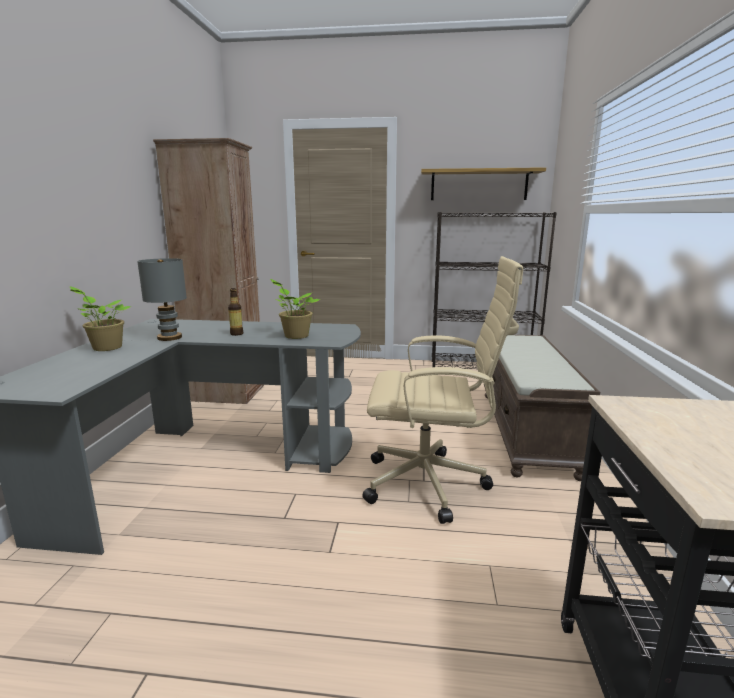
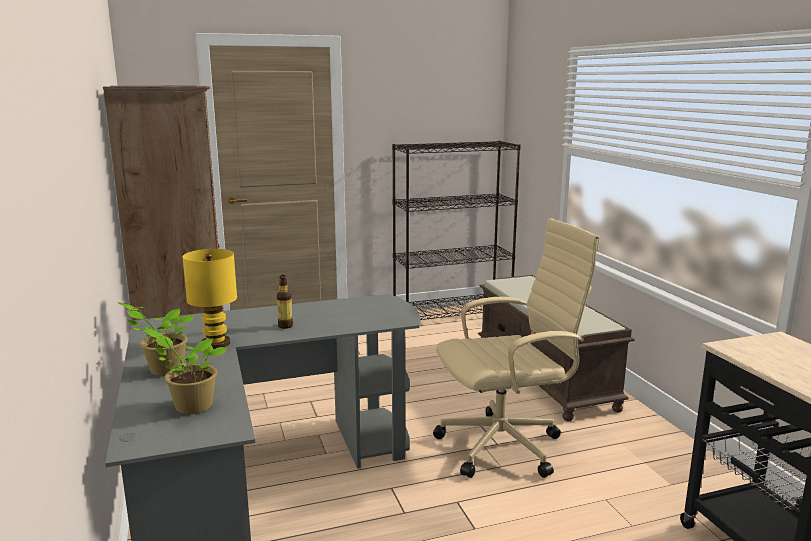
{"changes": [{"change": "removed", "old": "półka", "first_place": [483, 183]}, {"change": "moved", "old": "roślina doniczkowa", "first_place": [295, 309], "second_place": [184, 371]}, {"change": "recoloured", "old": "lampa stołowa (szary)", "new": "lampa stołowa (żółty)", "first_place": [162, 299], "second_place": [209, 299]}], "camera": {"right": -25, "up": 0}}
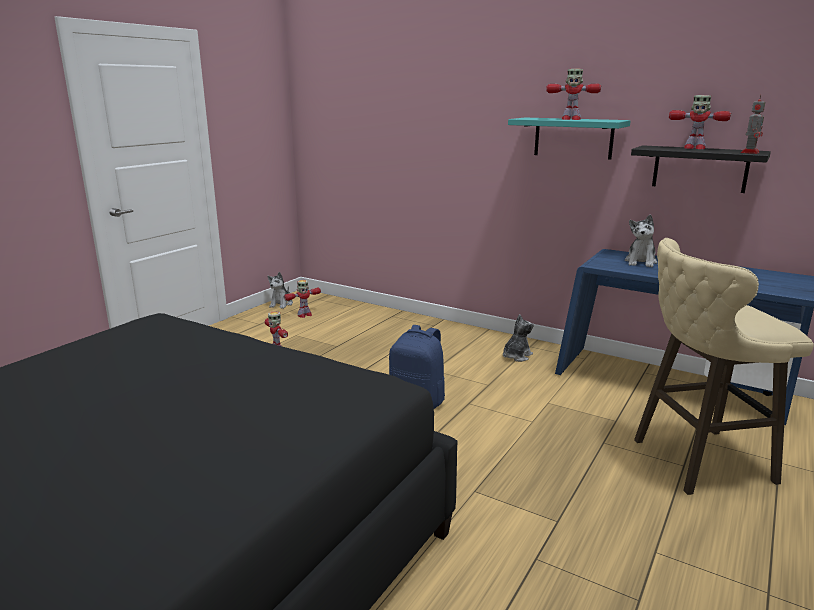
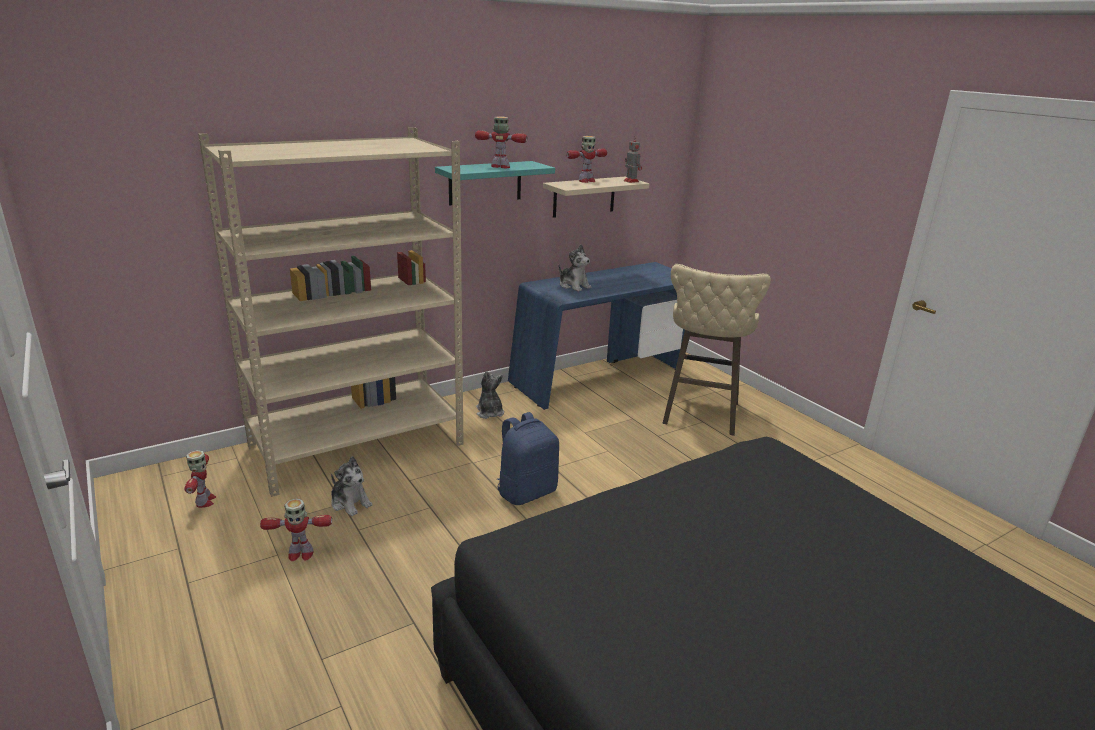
{"changes": [{"change": "added", "new": "regał (beżowy)", "second_place": [331, 312]}, {"change": "moved", "old": "pluszak", "first_place": [280, 290], "second_place": [351, 486]}, {"change": "recoloured", "old": "półka (czarny)", "new": "półka (beżowy)", "first_place": [701, 169], "second_place": [596, 197]}, {"change": "turned", "old": "robot zabawkowy", "first_place": [573, 94], "second_place": [501, 142], "degrees": -120}], "camera": {"right": -65, "up": 5}}
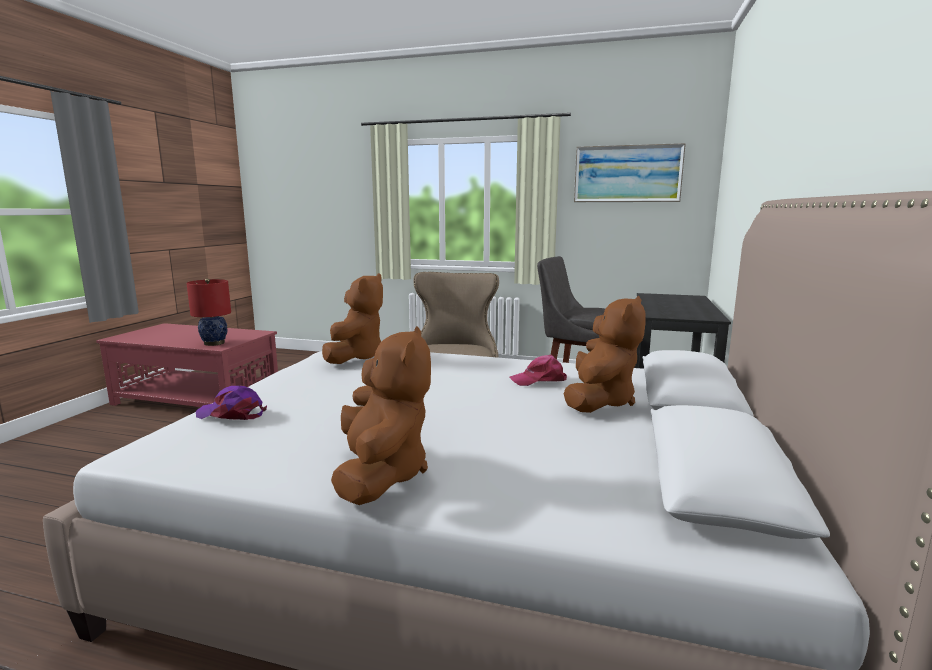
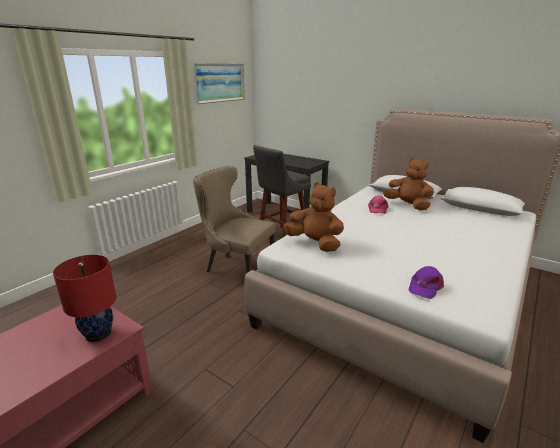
{"changes": [{"change": "removed", "old": "pluszak (brązowy)", "first_place": [381, 415]}], "camera": {"right": -70, "up": 10}}
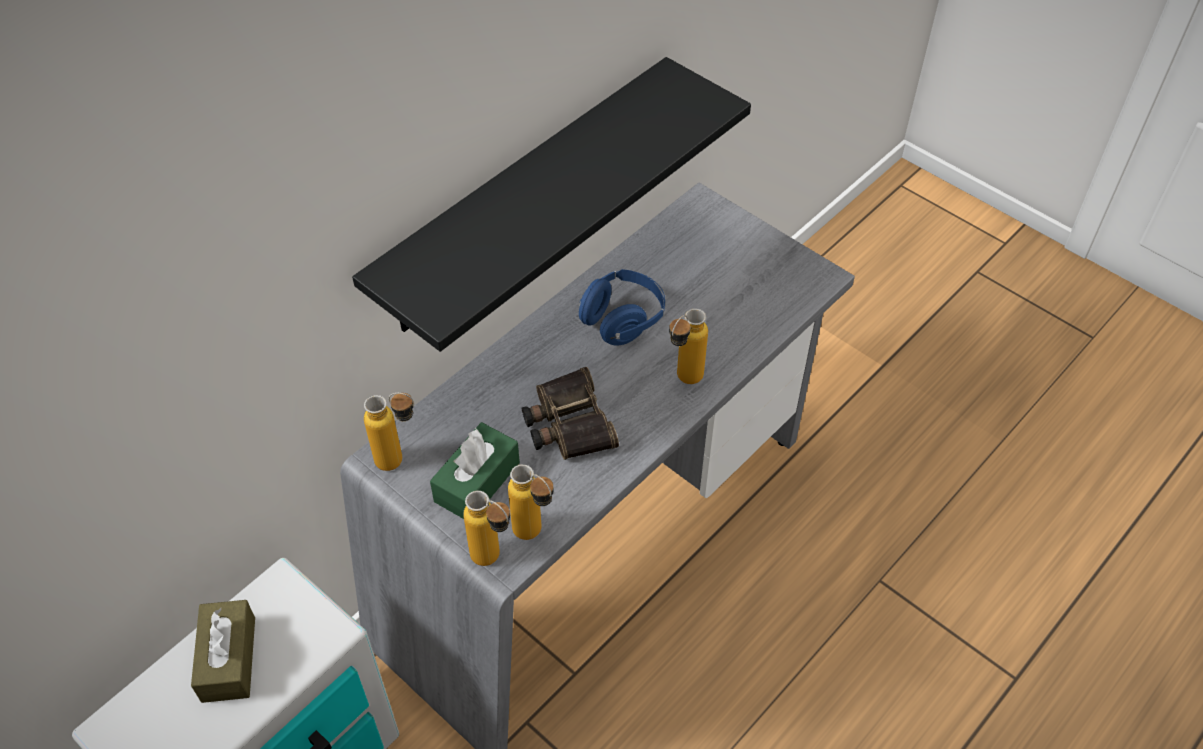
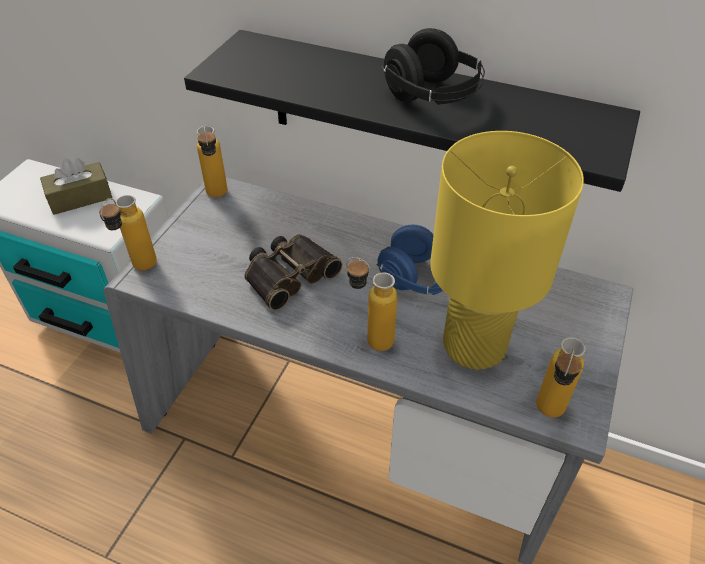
{"changes": [{"change": "removed", "old": "pudełko chusteczek (zielony)", "first_place": [475, 470]}, {"change": "added", "new": "słuchawki (czarny)", "second_place": [433, 66]}, {"change": "added", "new": "lampa stołowa (żółty)", "second_place": [507, 250]}, {"change": "moved", "old": "butelka", "first_place": [531, 502], "second_place": [561, 377]}], "camera": {"right": 70, "up": -5}}
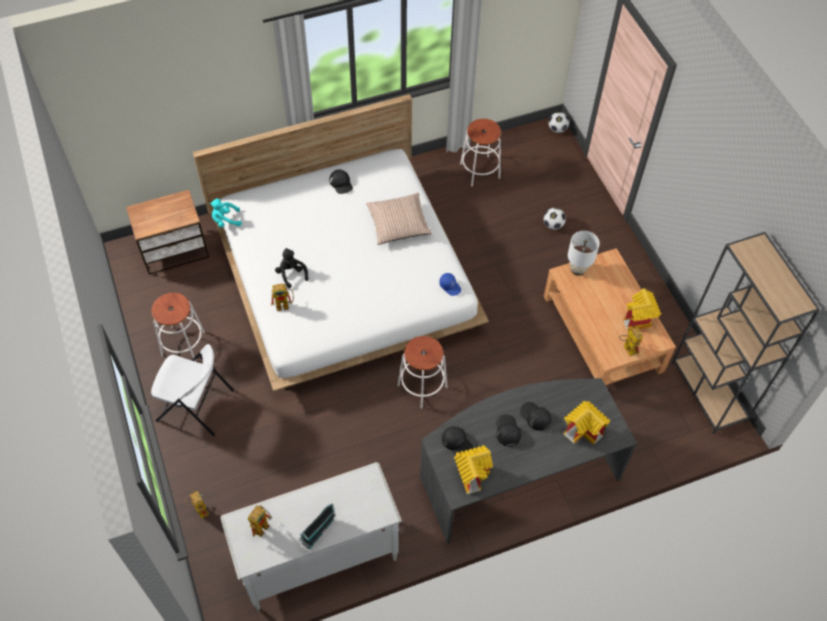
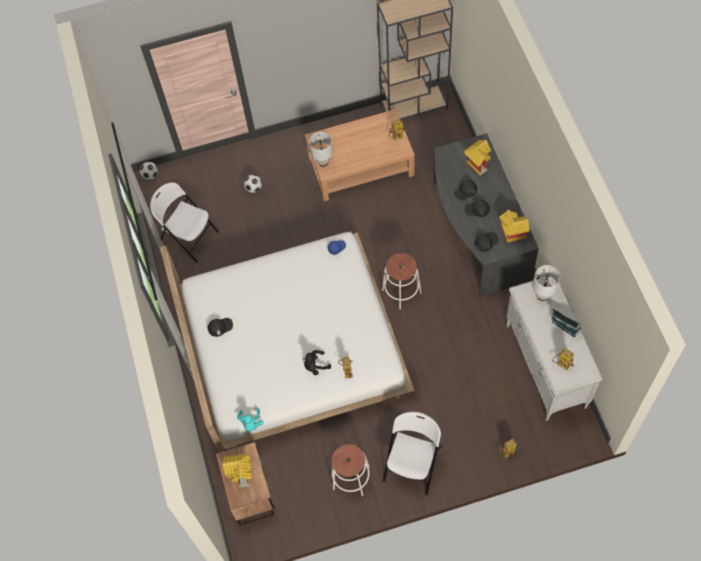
{"changes": [{"change": "removed", "old": "poduszka", "first_place": [399, 219]}, {"change": "added", "new": "lampa stołowa (biały)", "second_place": [546, 283]}, {"change": "moved", "old": "domek", "first_place": [642, 309], "second_place": [237, 471]}, {"change": "replaced", "old": "stołek (biały)", "new": "krzesło (biały)", "first_place": [480, 152], "second_place": [184, 222]}], "camera": {"right": -80, "up": 5}}
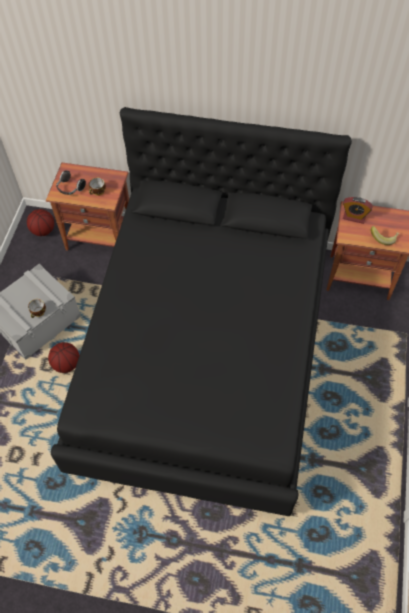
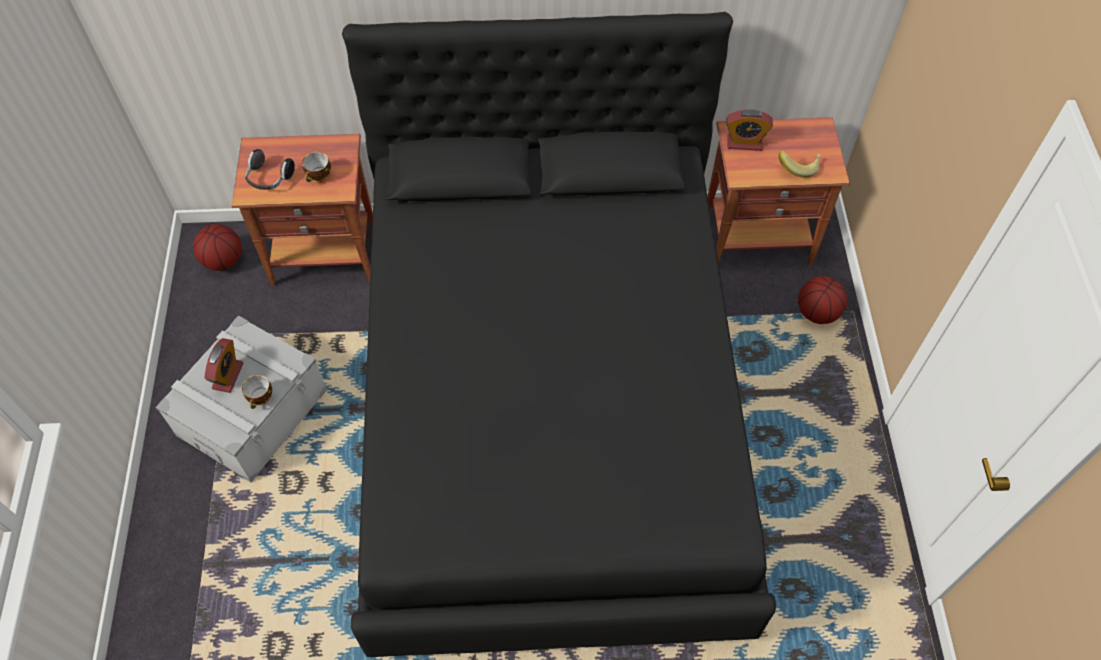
{"changes": [{"change": "added", "new": "budzik", "second_place": [223, 365]}, {"change": "moved", "old": "piłka do koszykówki", "first_place": [63, 357], "second_place": [822, 300]}], "camera": {"right": -15, "up": 0}}
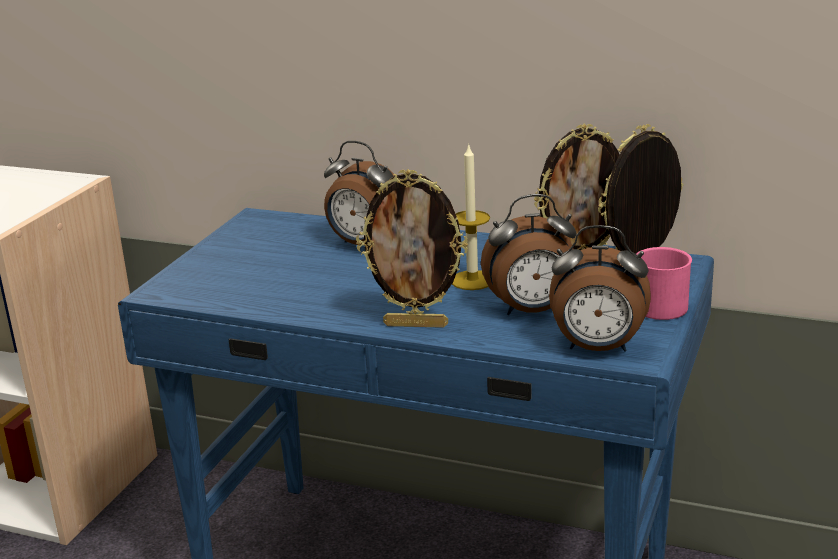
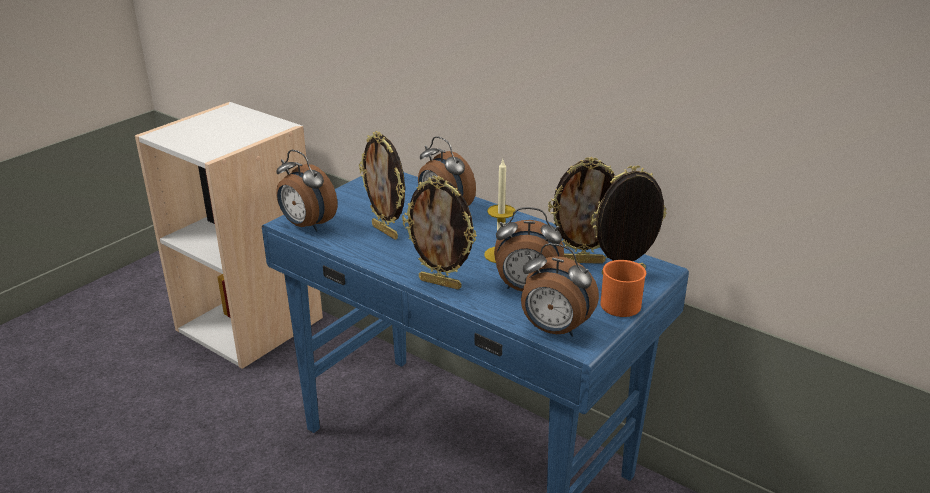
{"changes": [{"change": "added", "new": "budzik", "second_place": [307, 191]}, {"change": "added", "new": "ramka na zdjęcie", "second_place": [382, 185]}, {"change": "recoloured", "old": "kubek (różowy)", "new": "kubek (pomarańczowy)", "first_place": [664, 283], "second_place": [623, 288]}], "camera": {"right": 15, "up": 5}}
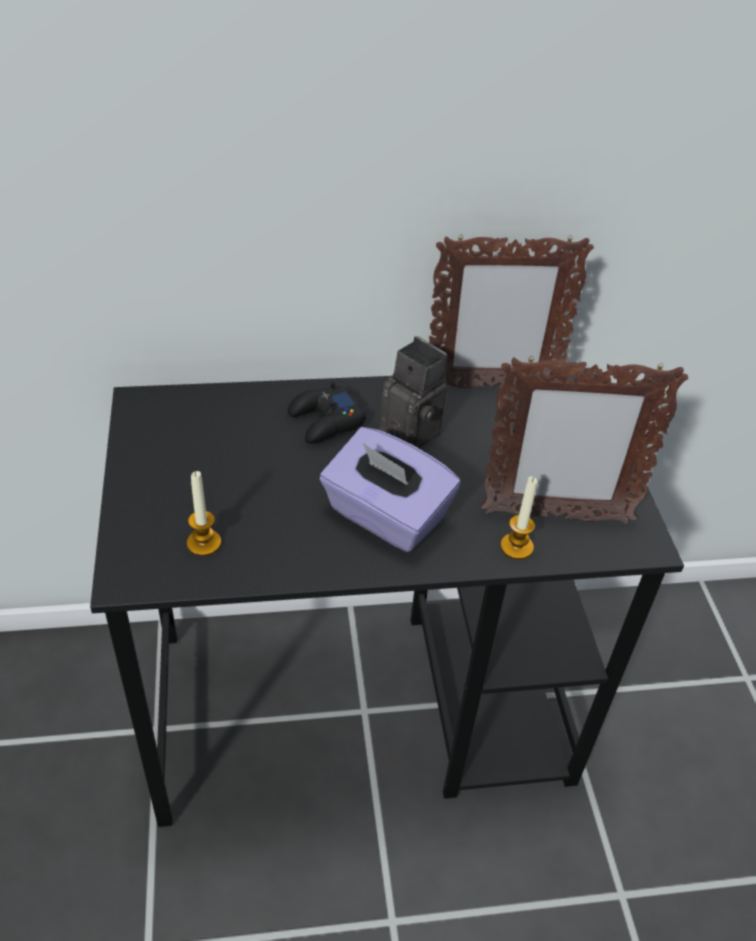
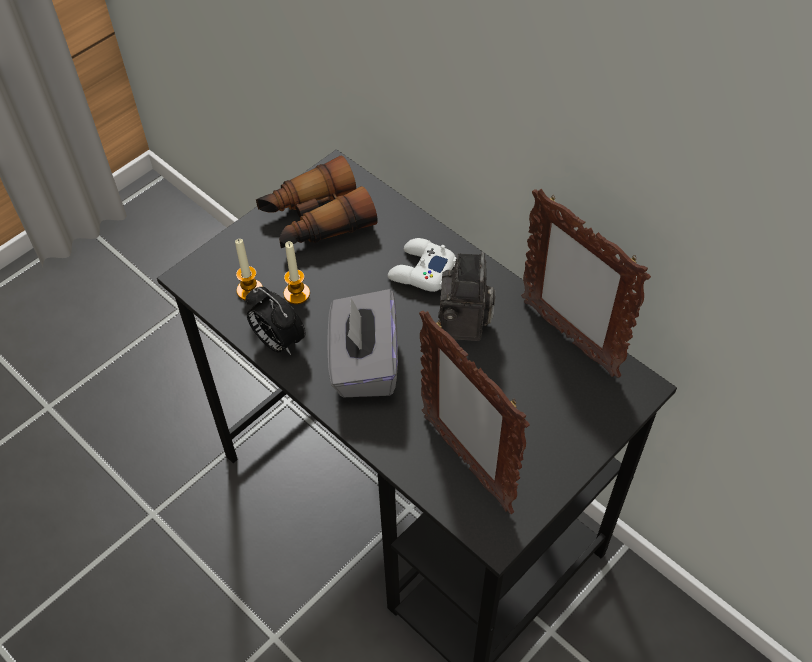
{"changes": [{"change": "added", "new": "budzik", "second_place": [276, 321]}, {"change": "added", "new": "lornetka", "second_place": [317, 201]}, {"change": "moved", "old": "świeca", "first_place": [518, 518], "second_place": [296, 272]}, {"change": "recoloured", "old": "pad do gier (czarny)", "new": "pad do gier (biały)", "first_place": [327, 413], "second_place": [422, 265]}, {"change": "recoloured", "old": "pudełko chusteczek (fioletowy)", "new": "pudełko chusteczek (szary)", "first_place": [390, 489], "second_place": [362, 343]}], "camera": {"right": 55, "up": 10}}
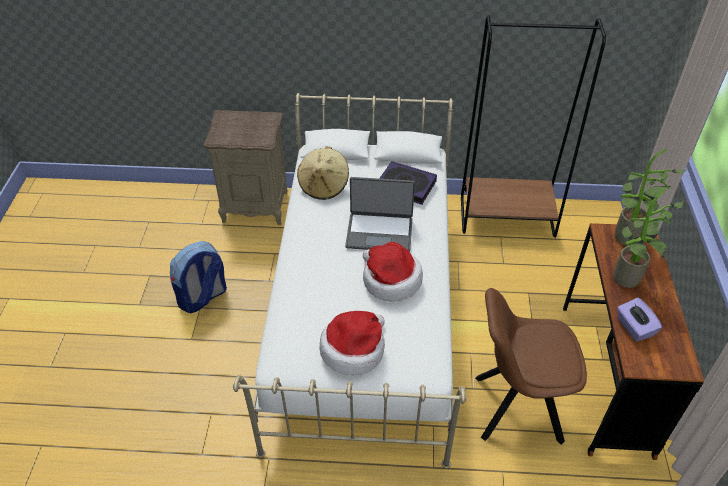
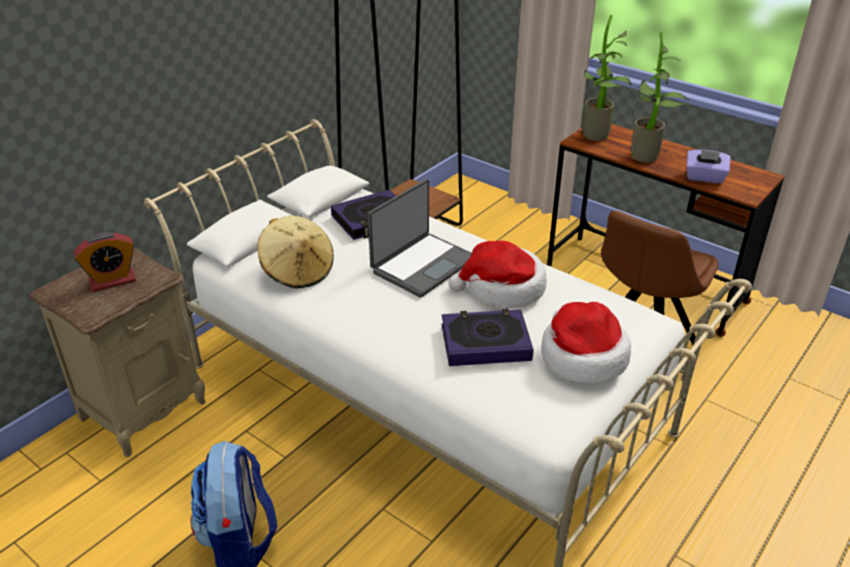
{"changes": [{"change": "added", "new": "budzik", "second_place": [104, 262]}, {"change": "added", "new": "książka", "second_place": [488, 337]}], "camera": {"right": -55, "up": -10}}
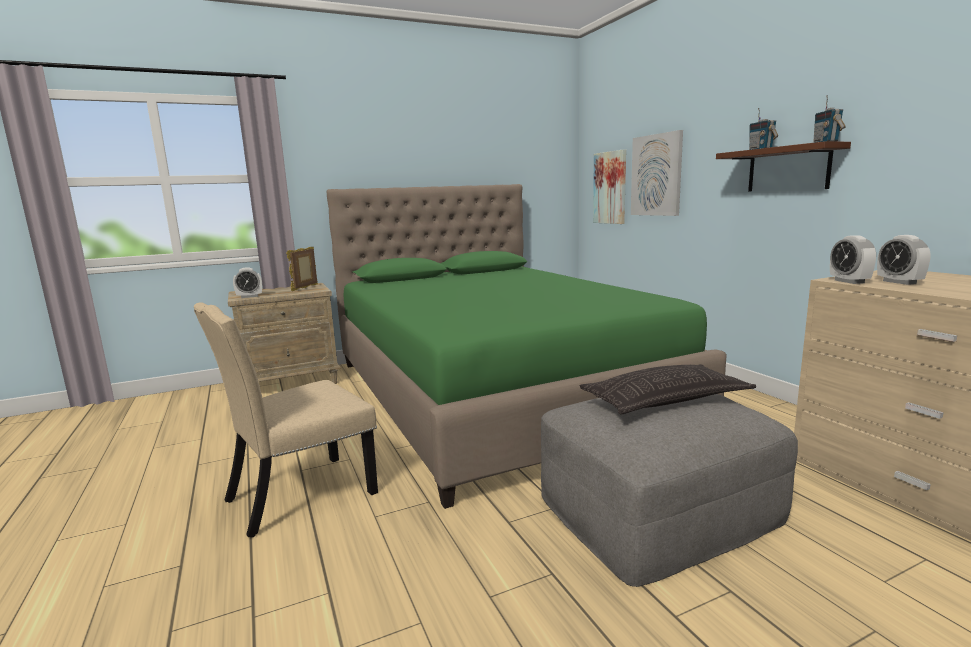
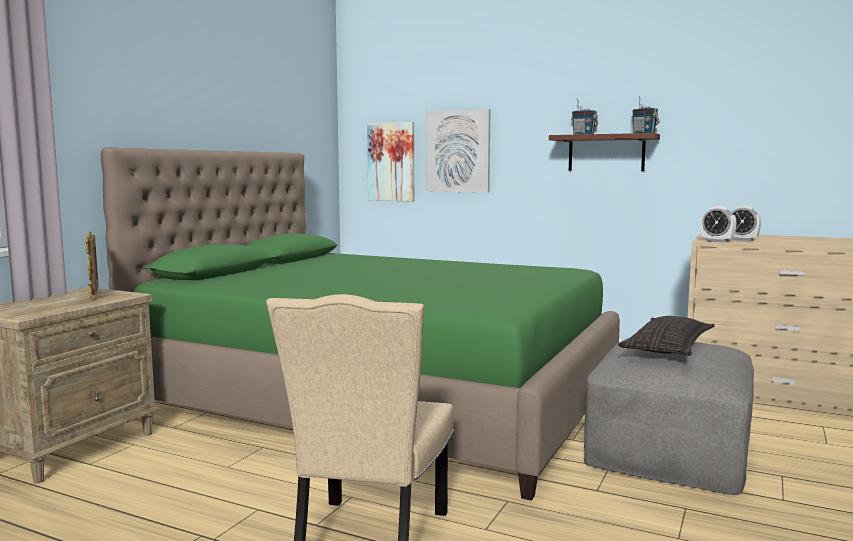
{"changes": [{"change": "removed", "old": "budzik", "first_place": [247, 282]}], "camera": {"right": -40, "up": -5}}
